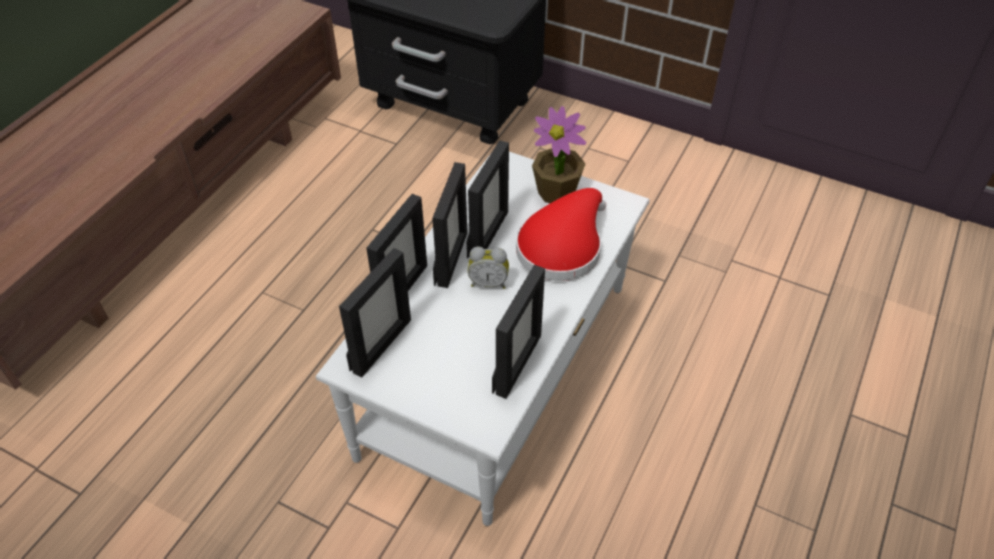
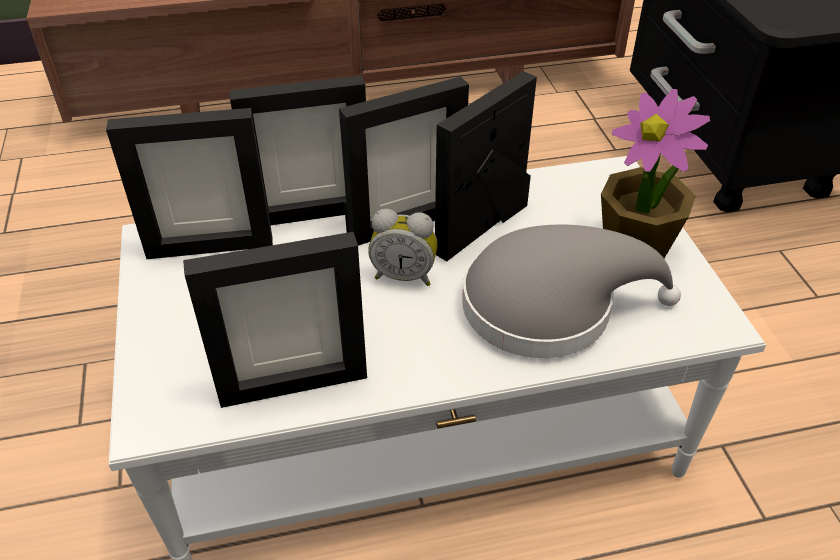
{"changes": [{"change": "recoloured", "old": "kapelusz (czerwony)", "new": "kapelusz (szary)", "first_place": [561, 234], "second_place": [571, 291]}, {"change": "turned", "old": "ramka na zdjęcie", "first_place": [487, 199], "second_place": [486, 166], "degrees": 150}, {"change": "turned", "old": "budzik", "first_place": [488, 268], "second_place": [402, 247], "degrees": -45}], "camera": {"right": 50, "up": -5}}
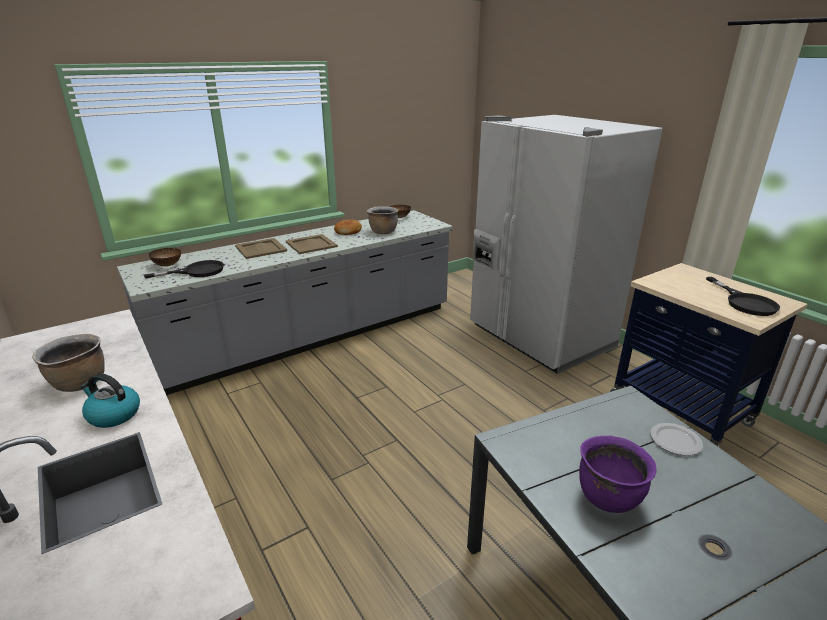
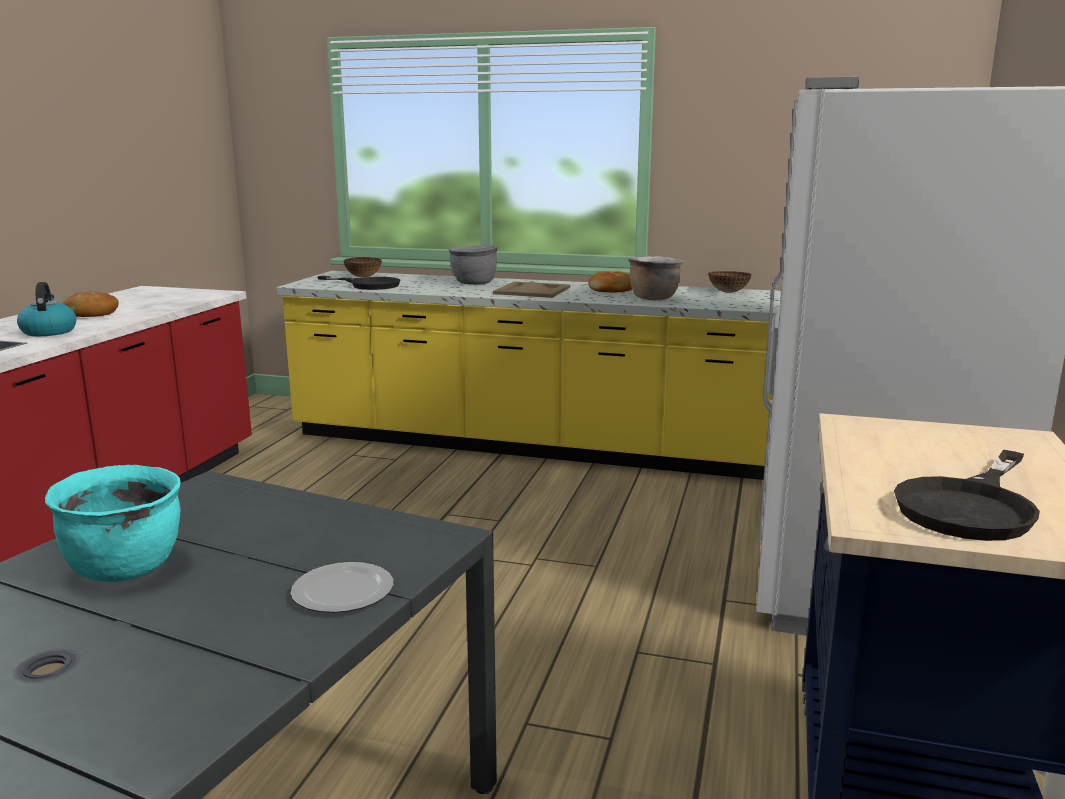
{"changes": [{"change": "replaced", "old": "garnek (brązowy)", "new": "chleb", "first_place": [68, 363], "second_place": [90, 304]}, {"change": "replaced", "old": "taca (beżowy)", "new": "garnek (szary)", "first_place": [261, 248], "second_place": [473, 265]}, {"change": "recoloured", "old": "zabudowa kuchenna (szary)", "new": "zabudowa kuchenna (żółty)", "first_place": [285, 302], "second_place": [529, 375]}, {"change": "recoloured", "old": "garnek (fioletowy)", "new": "garnek (turkusowy)", "first_place": [617, 474], "second_place": [112, 523]}], "camera": {"right": 50, "up": -10}}
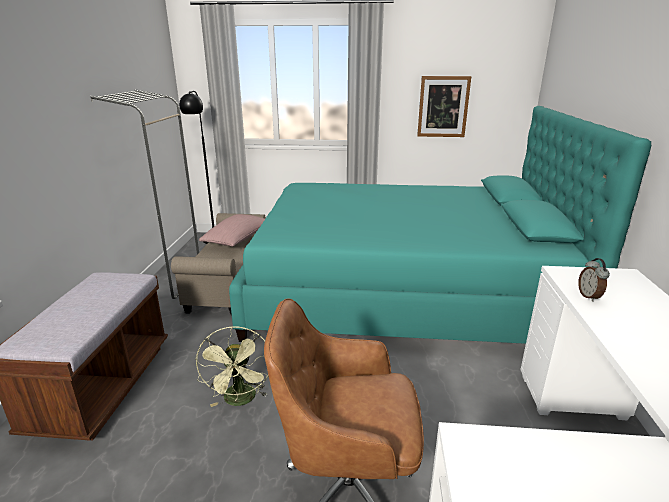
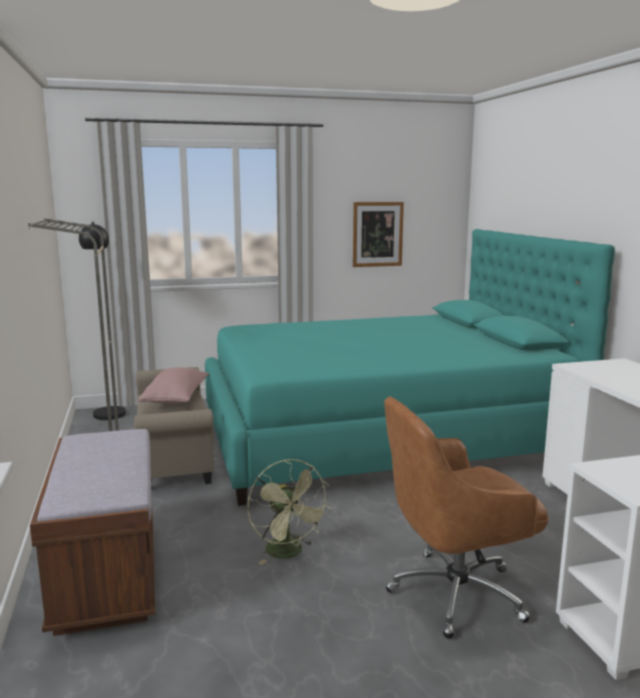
{"changes": [{"change": "removed", "old": "budzik", "first_place": [594, 280]}], "camera": {"right": -20, "up": -10}}
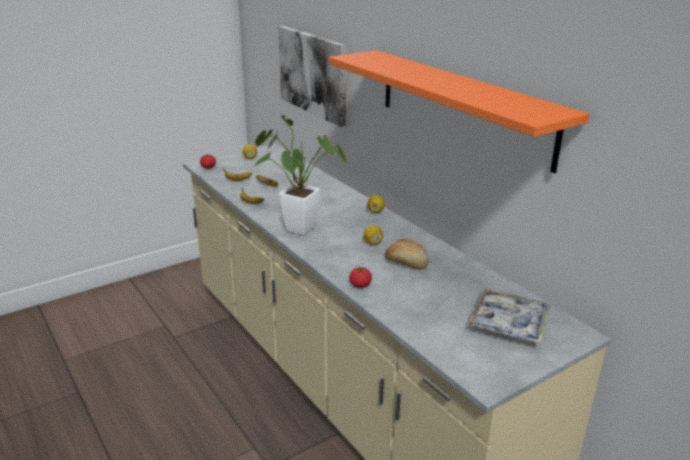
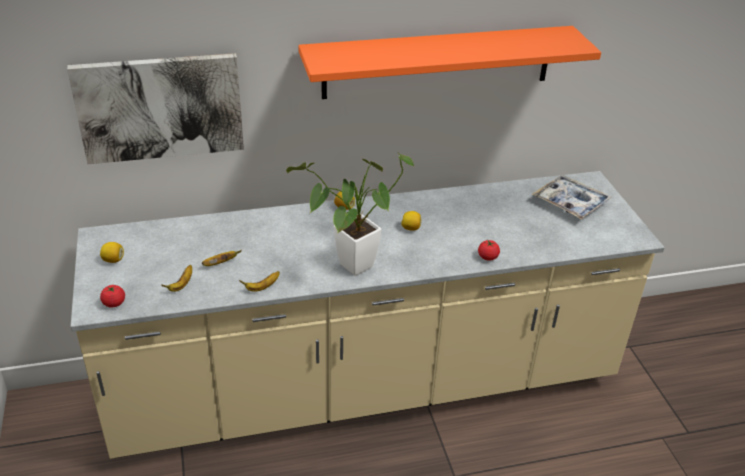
{"changes": [{"change": "removed", "old": "chleb", "first_place": [407, 254]}], "camera": {"right": -70, "up": 10}}
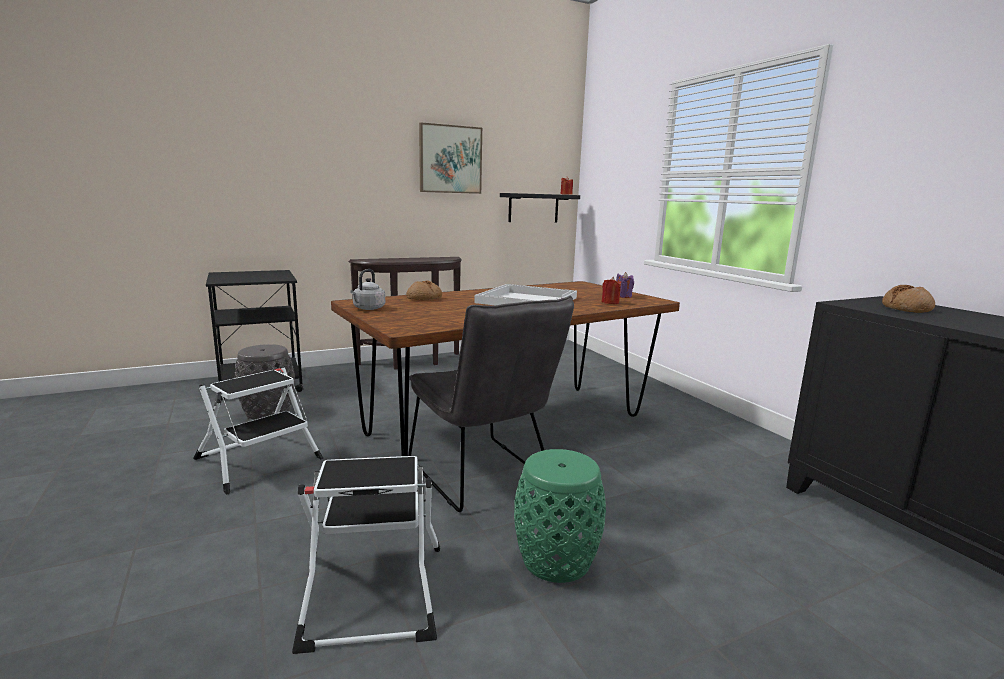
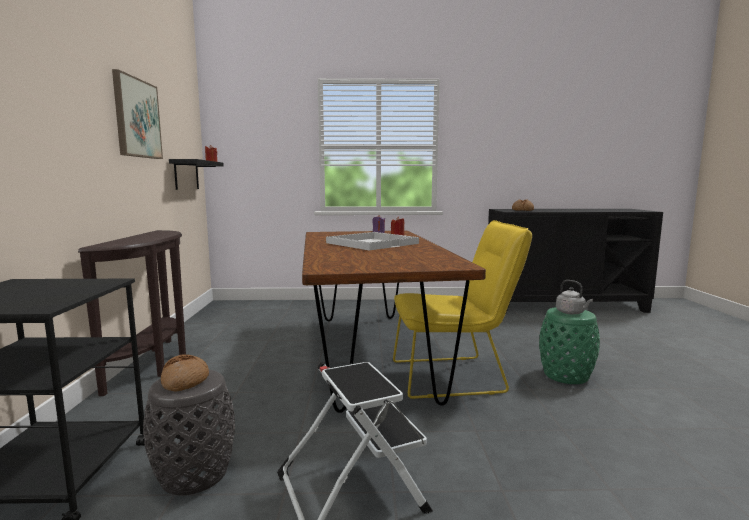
{"changes": [{"change": "removed", "old": "drabinka", "first_place": [366, 555]}, {"change": "moved", "old": "czajnik (szary)", "first_place": [367, 289], "second_place": [574, 297]}, {"change": "moved", "old": "chleb", "first_place": [424, 290], "second_place": [185, 373]}, {"change": "recoloured", "old": "krzesło (szary)", "new": "krzesło (żółty)", "first_place": [491, 404], "second_place": [462, 309]}], "camera": {"right": -65, "up": -5}}
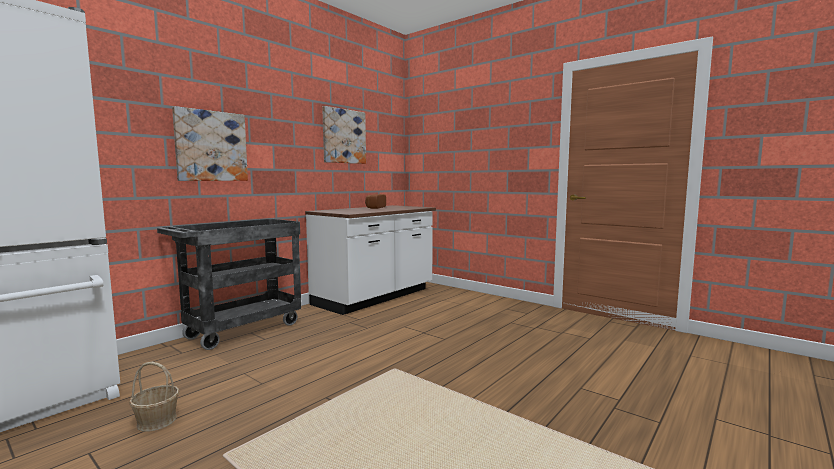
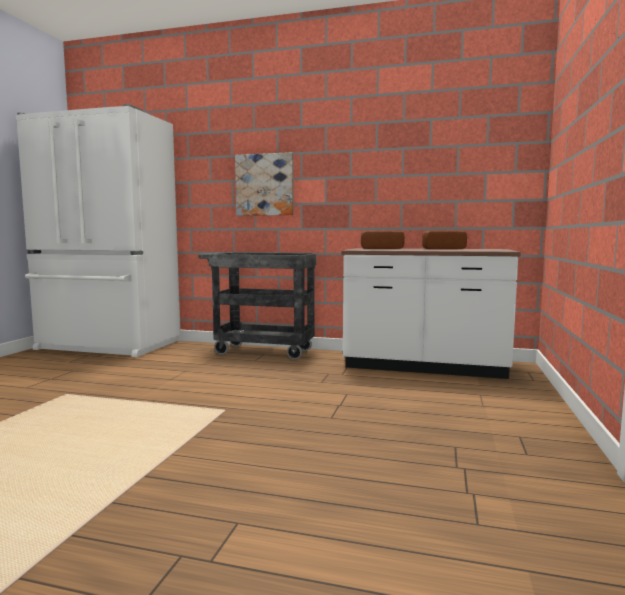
{"changes": [{"change": "removed", "old": "koszyk", "first_place": [154, 397]}, {"change": "removed", "old": "obraz", "first_place": [344, 135]}, {"change": "added", "new": "chleb", "second_place": [383, 240]}], "camera": {"right": 65, "up": 0}}
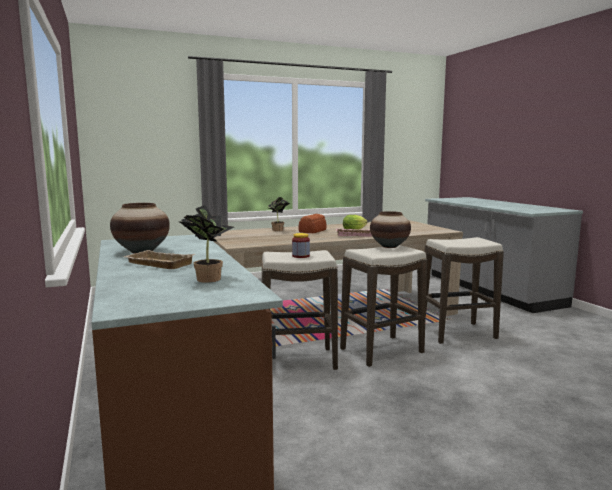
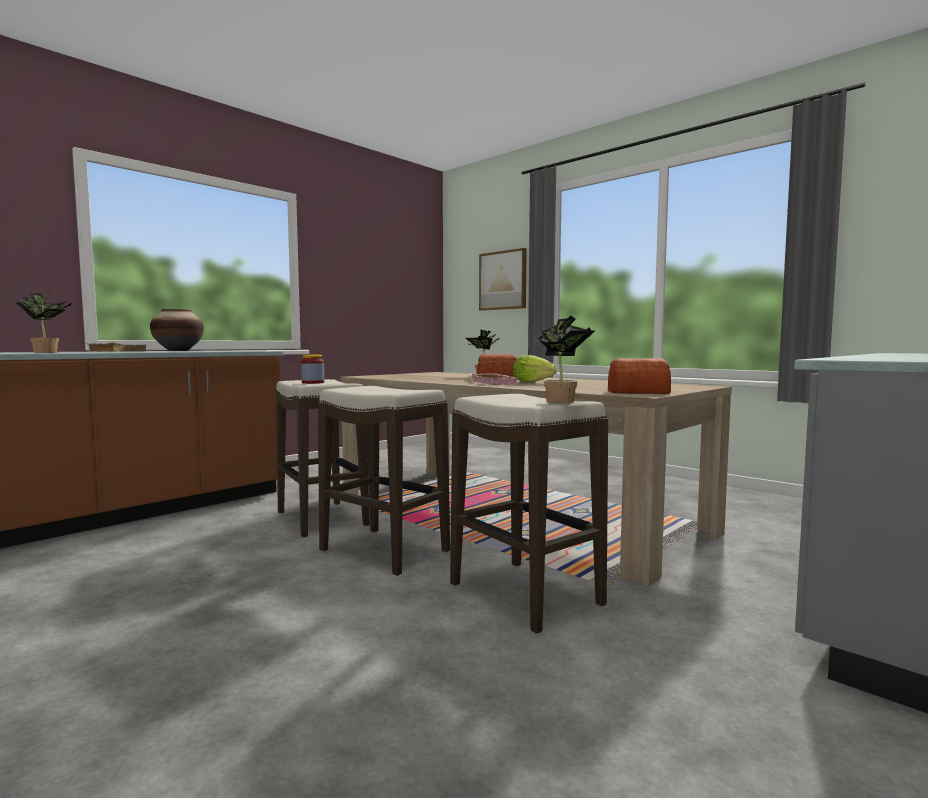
{"changes": [{"change": "removed", "old": "wazon", "first_place": [390, 229]}, {"change": "added", "new": "obraz", "second_place": [503, 279]}, {"change": "added", "new": "roślina doniczkowa", "second_place": [565, 359]}, {"change": "added", "new": "chleb", "second_place": [639, 376]}], "camera": {"right": 65, "up": -5}}
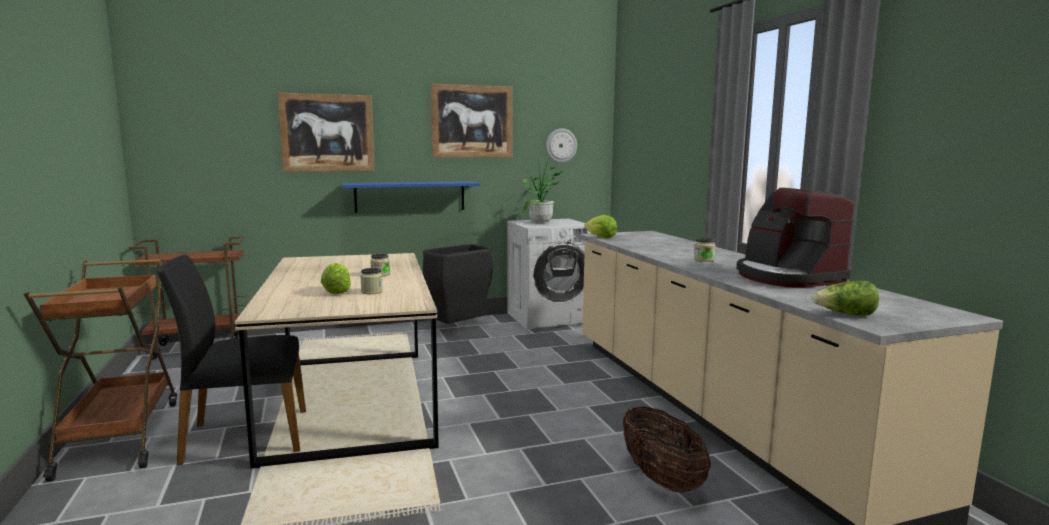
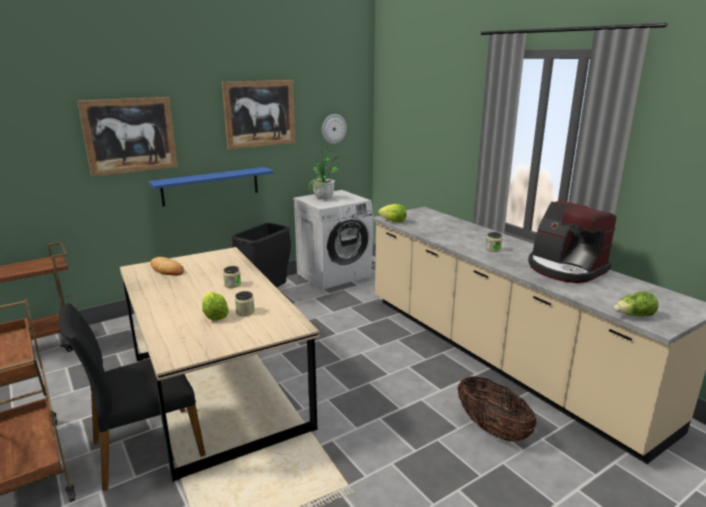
{"changes": [{"change": "added", "new": "chleb", "second_place": [167, 266]}], "camera": {"right": -15, "up": 10}}
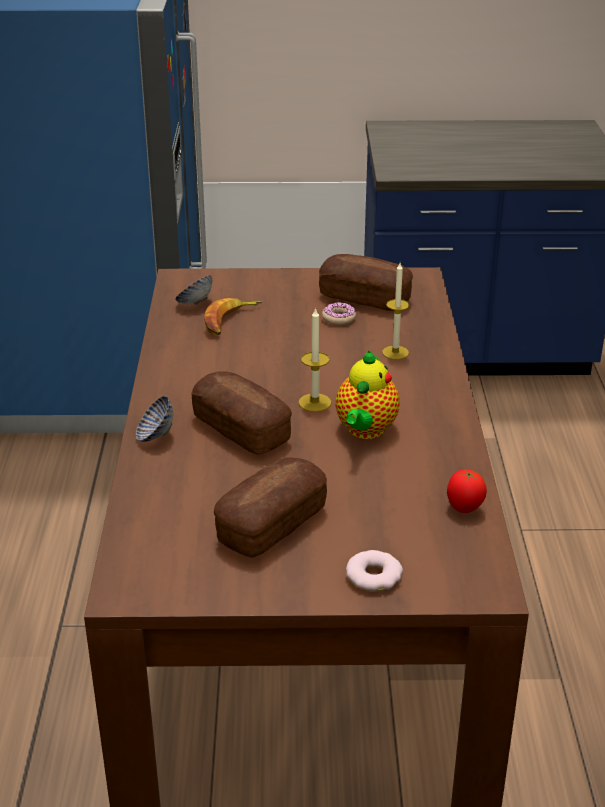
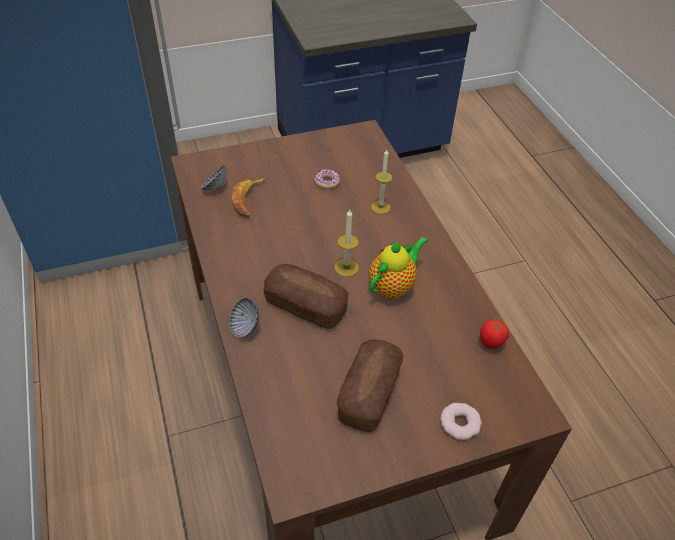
{"changes": [{"change": "removed", "old": "chleb", "first_place": [366, 282]}, {"change": "turned", "old": "imbryk", "first_place": [367, 394], "second_place": [398, 268], "degrees": -135}], "camera": {"right": -20, "up": 15}}
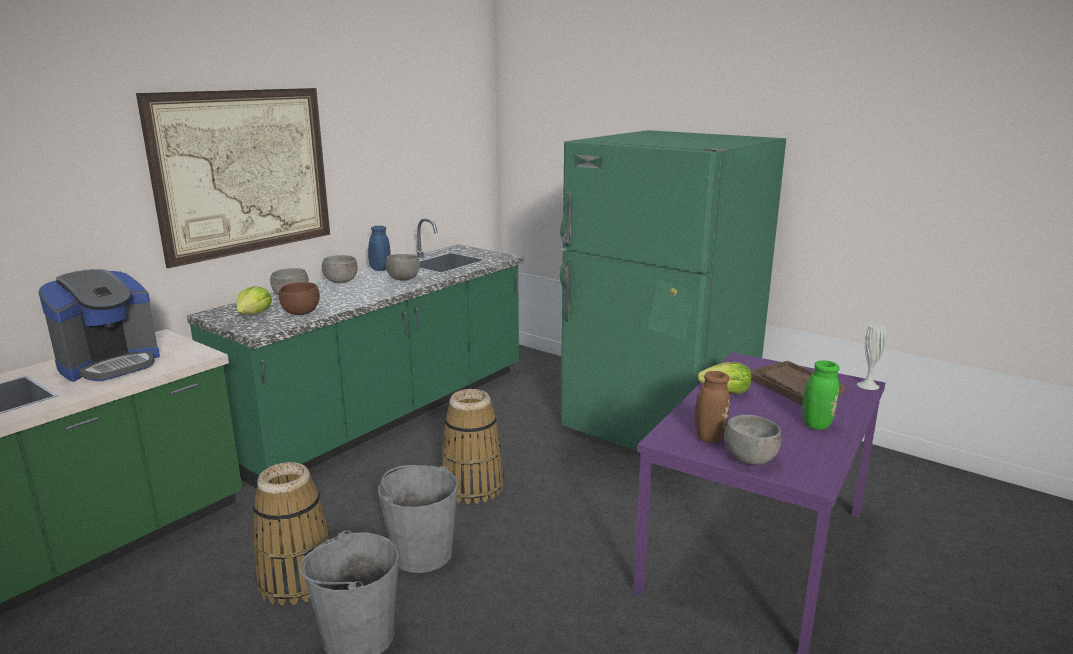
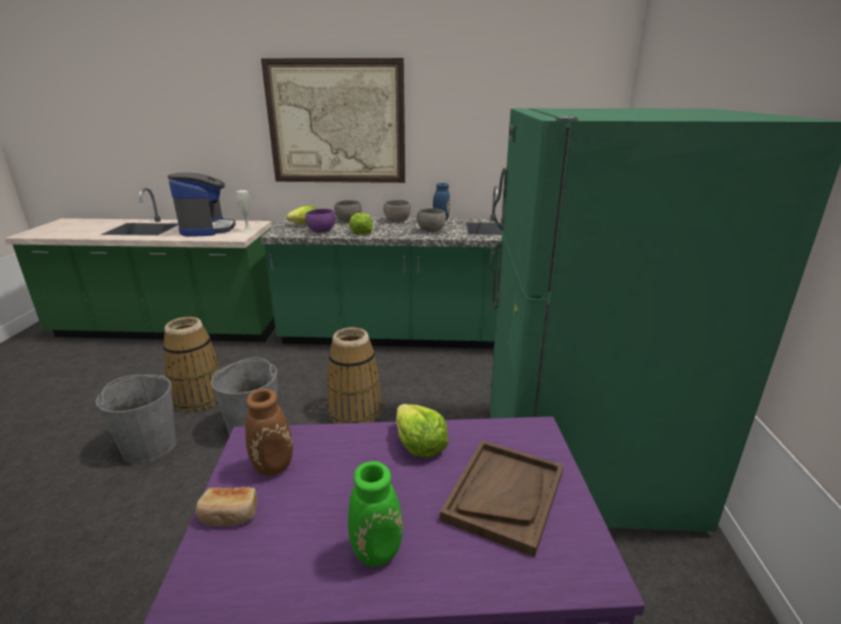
{"changes": [{"change": "added", "new": "sałata", "second_place": [361, 223]}, {"change": "moved", "old": "wazon (biały)", "first_place": [872, 357], "second_place": [245, 211]}, {"change": "replaced", "old": "miska (szary)", "new": "chleb", "first_place": [752, 440], "second_place": [226, 506]}, {"change": "recoloured", "old": "miska (brązowy)", "new": "miska (fioletowy)", "first_place": [299, 298], "second_place": [320, 221]}, {"change": "turned", "old": "ekspres do kawy", "first_place": [99, 325], "second_place": [202, 205], "degrees": -105}], "camera": {"right": 55, "up": 5}}
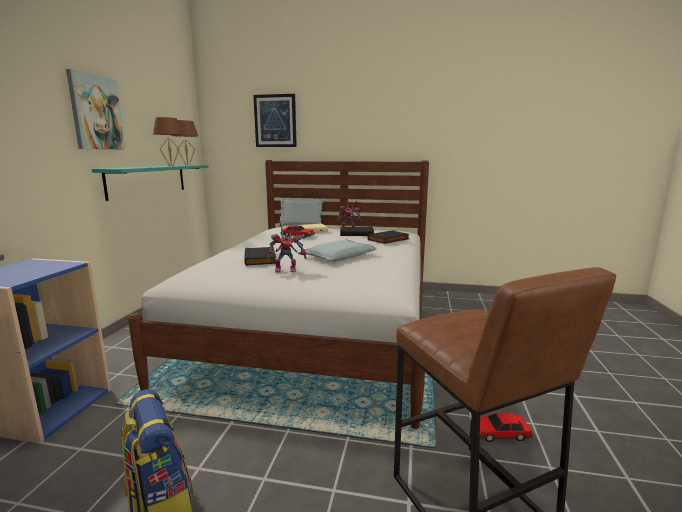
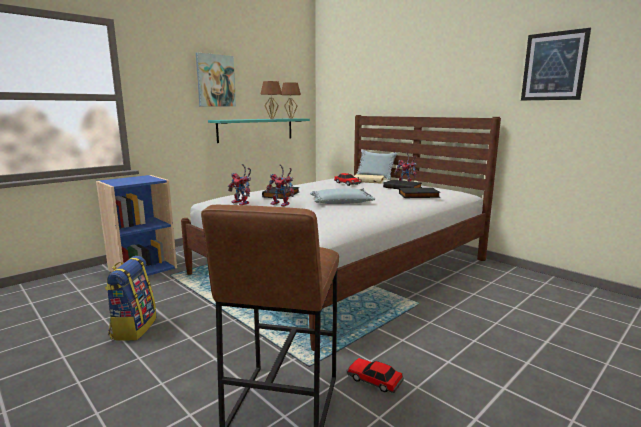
{"changes": [{"change": "added", "new": "robot zabawkowy", "second_place": [239, 184]}, {"change": "moved", "old": "obraz", "first_place": [275, 120], "second_place": [556, 64]}], "camera": {"right": 35, "up": 0}}
